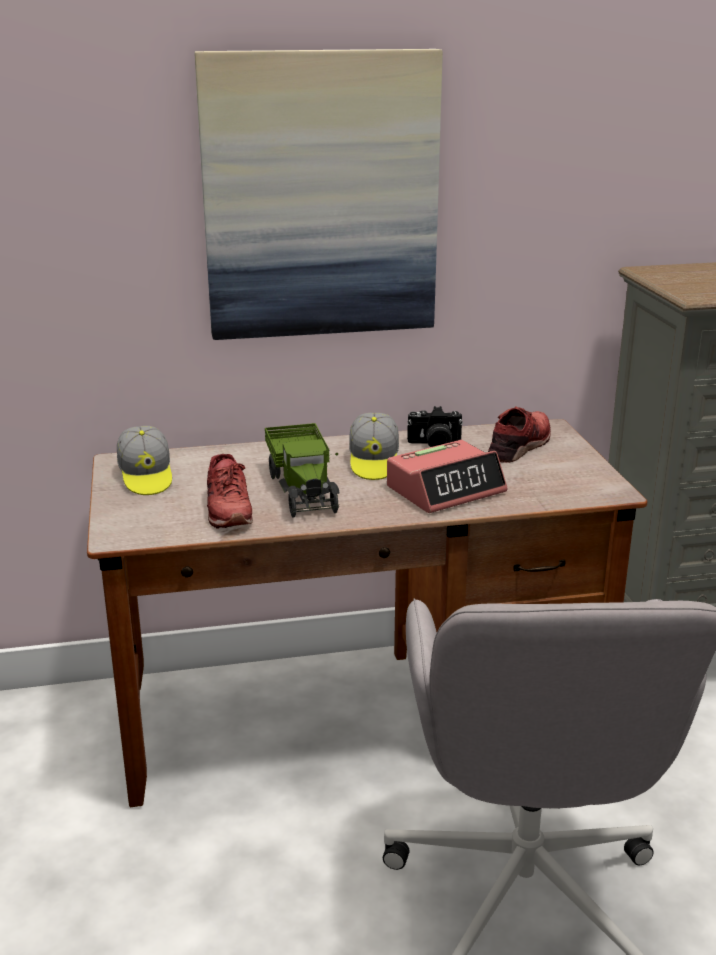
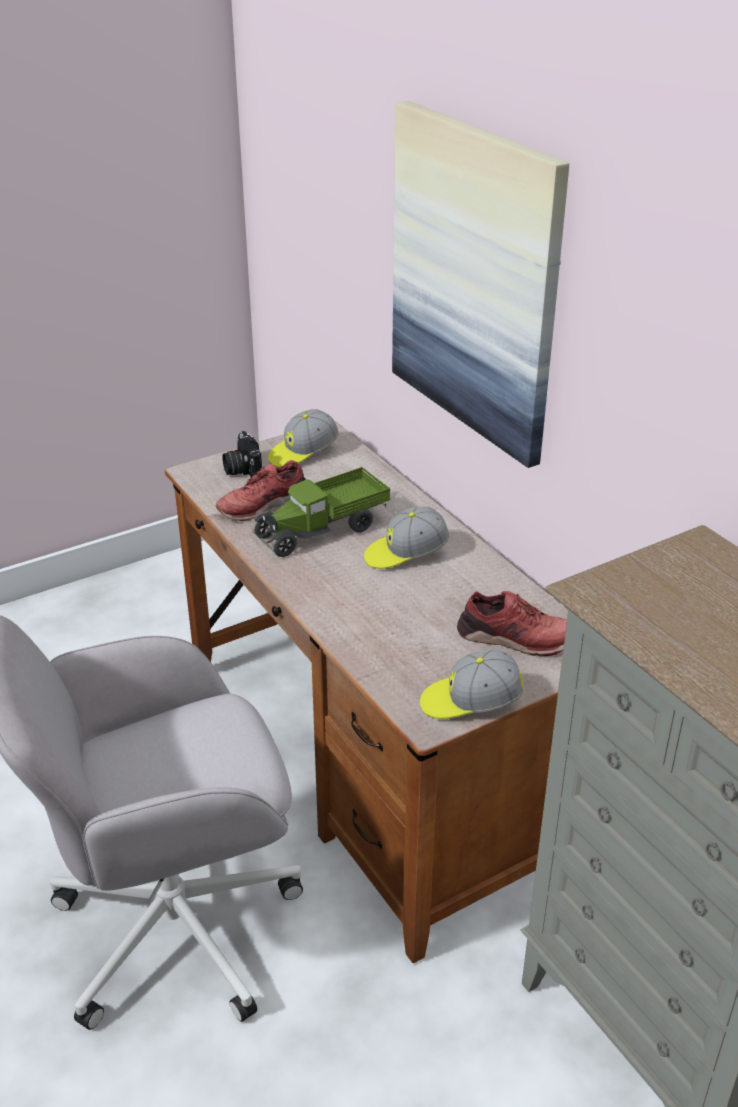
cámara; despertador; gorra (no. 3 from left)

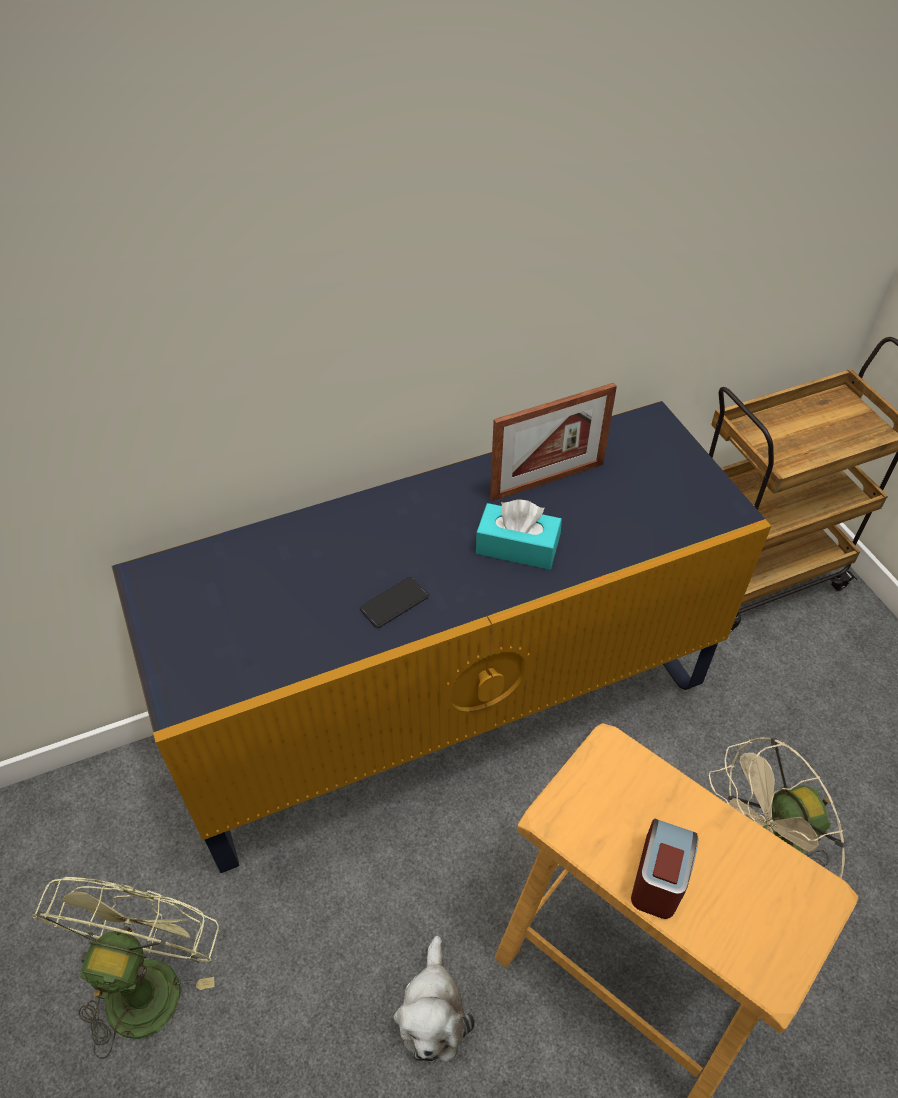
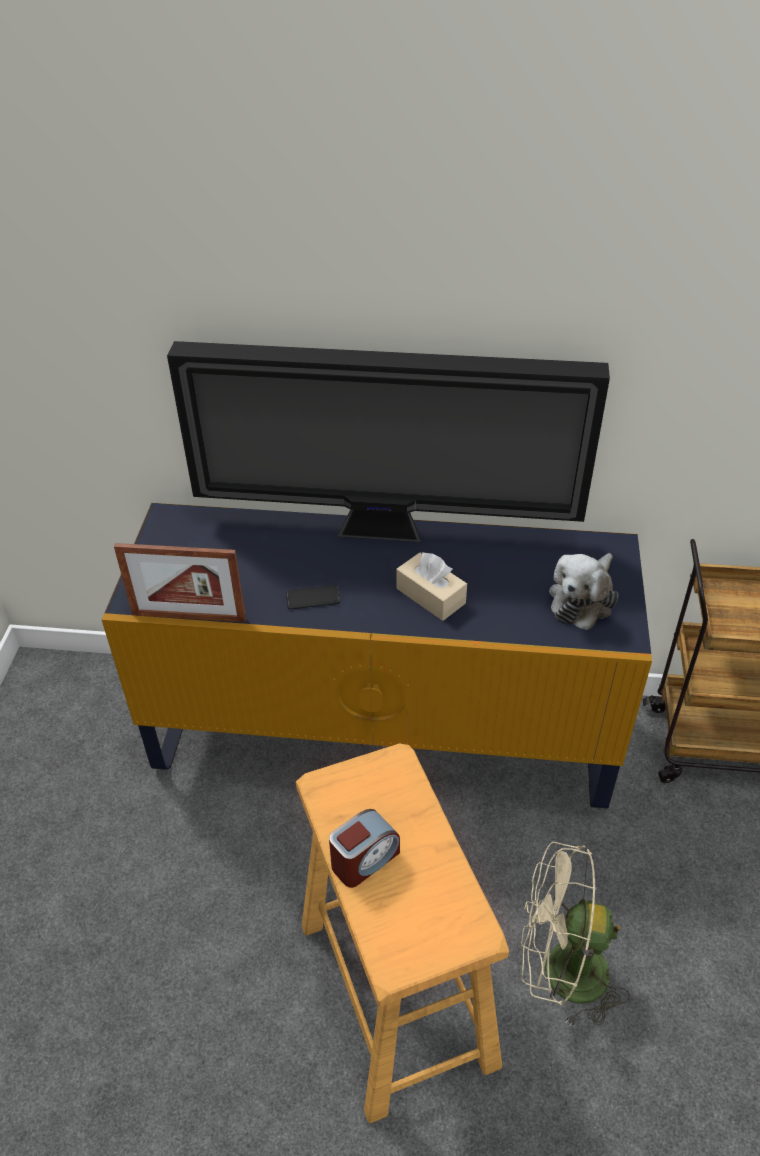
portarretratos; caja de pañuelos (beis); ventilador (verde); peluche; televisor

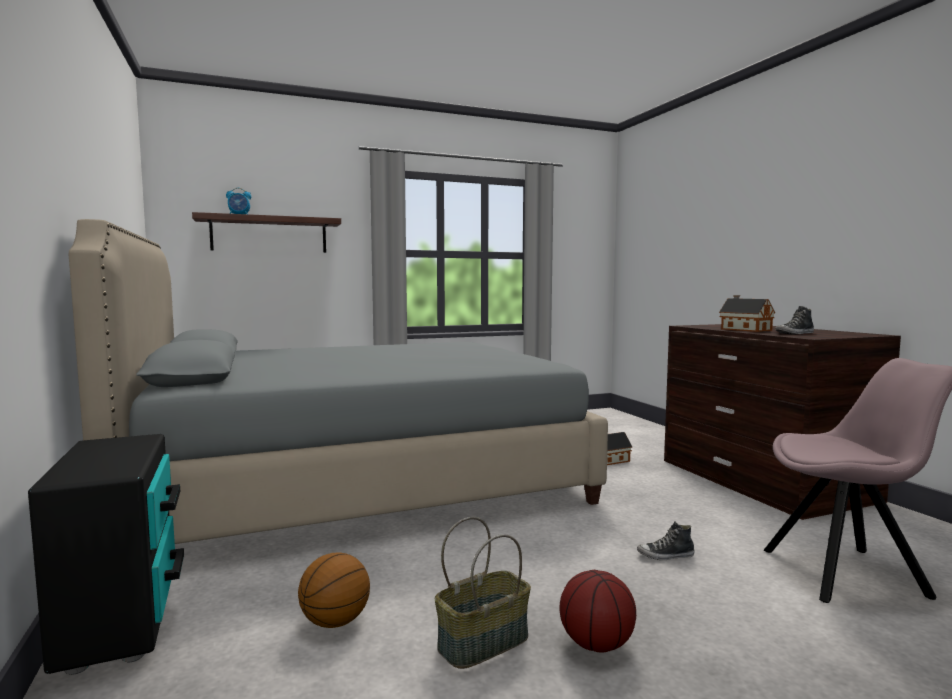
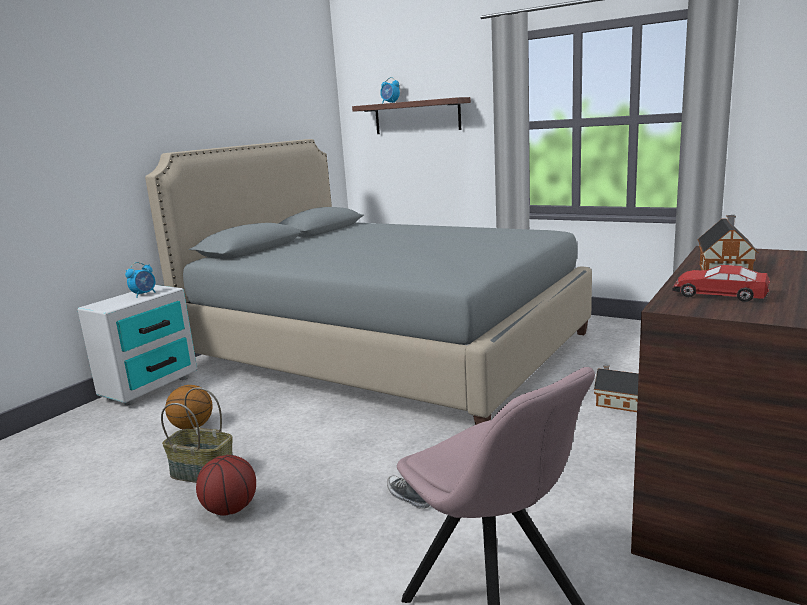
coche de juguete; mesita de noche (blanco); despertador (no. 1 from left)

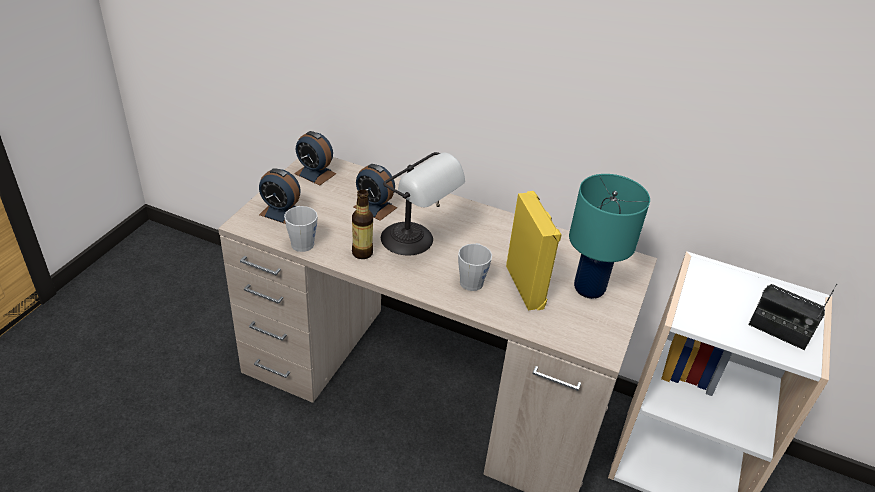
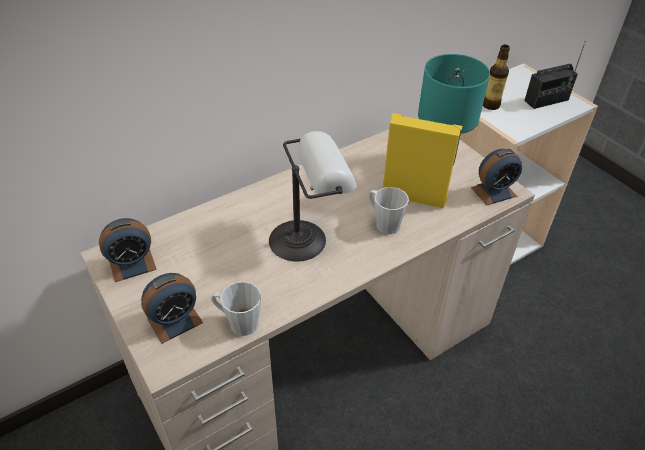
despertador (no. 3 from left); botella

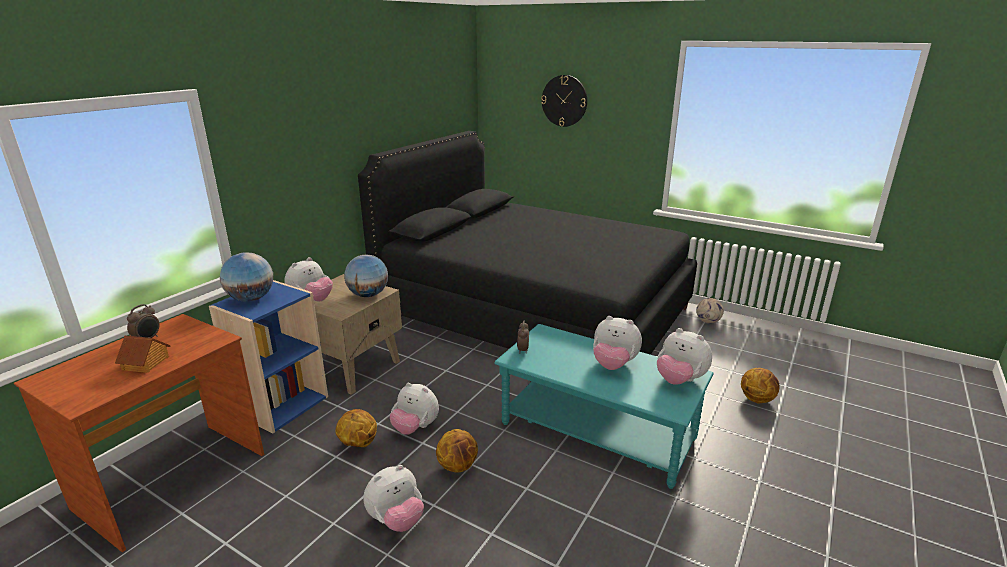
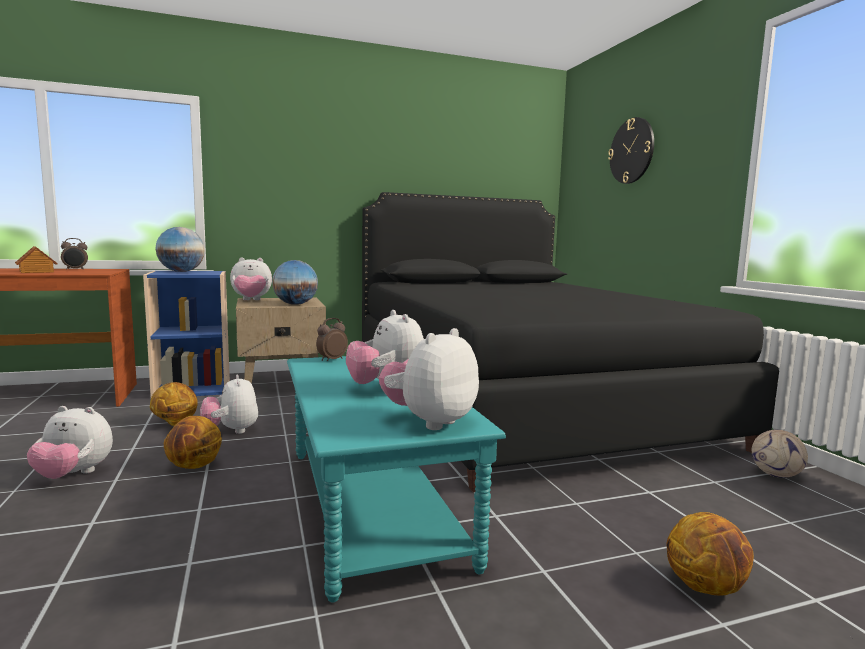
peluche (no. 5 from left)

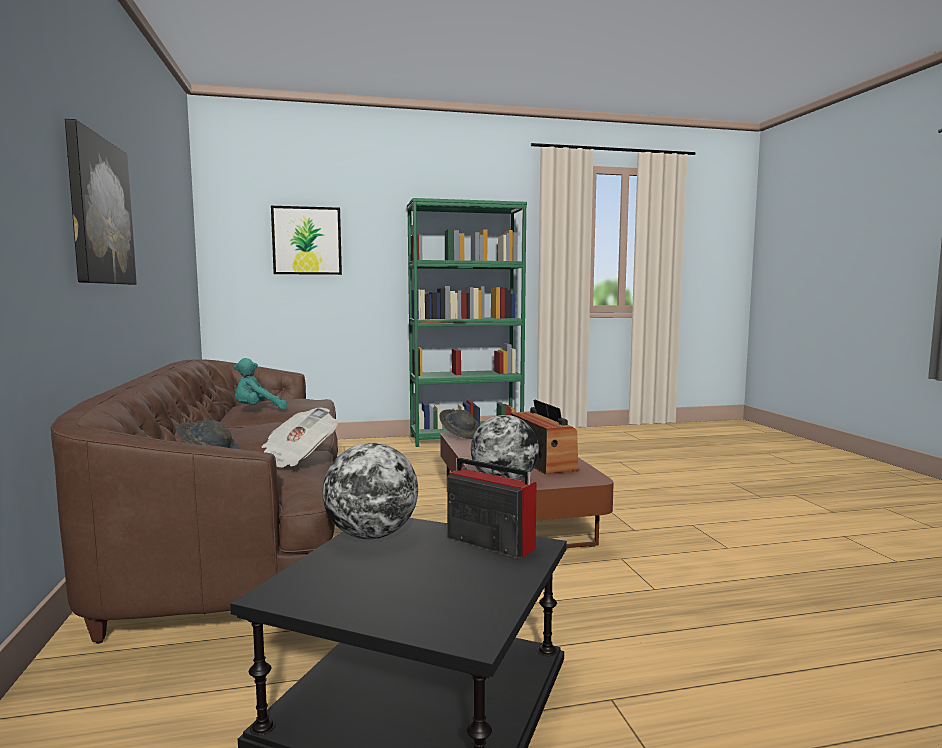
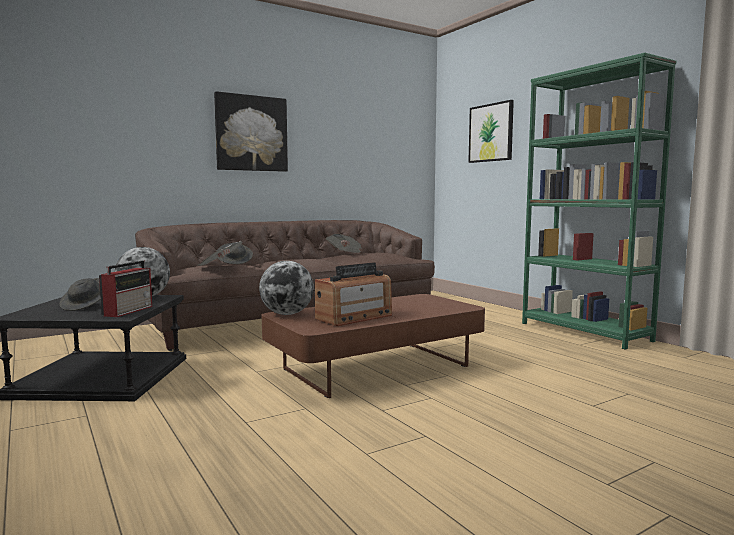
periódico (no. 2 from left); sombrero (gris) (no. 1 from left)

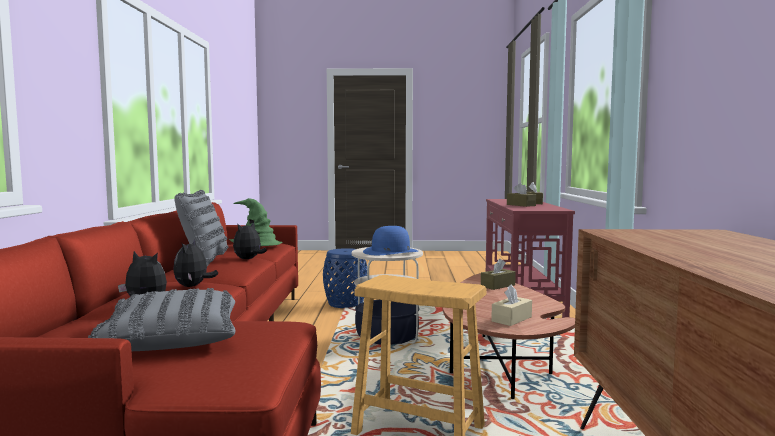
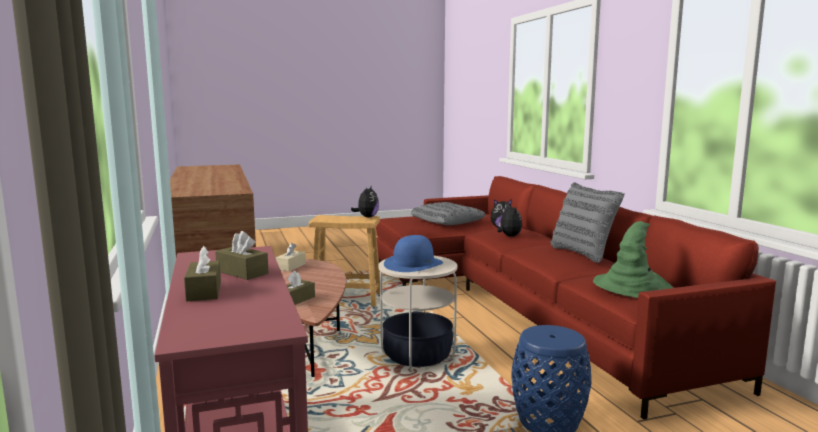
peluche (no. 1 from left)

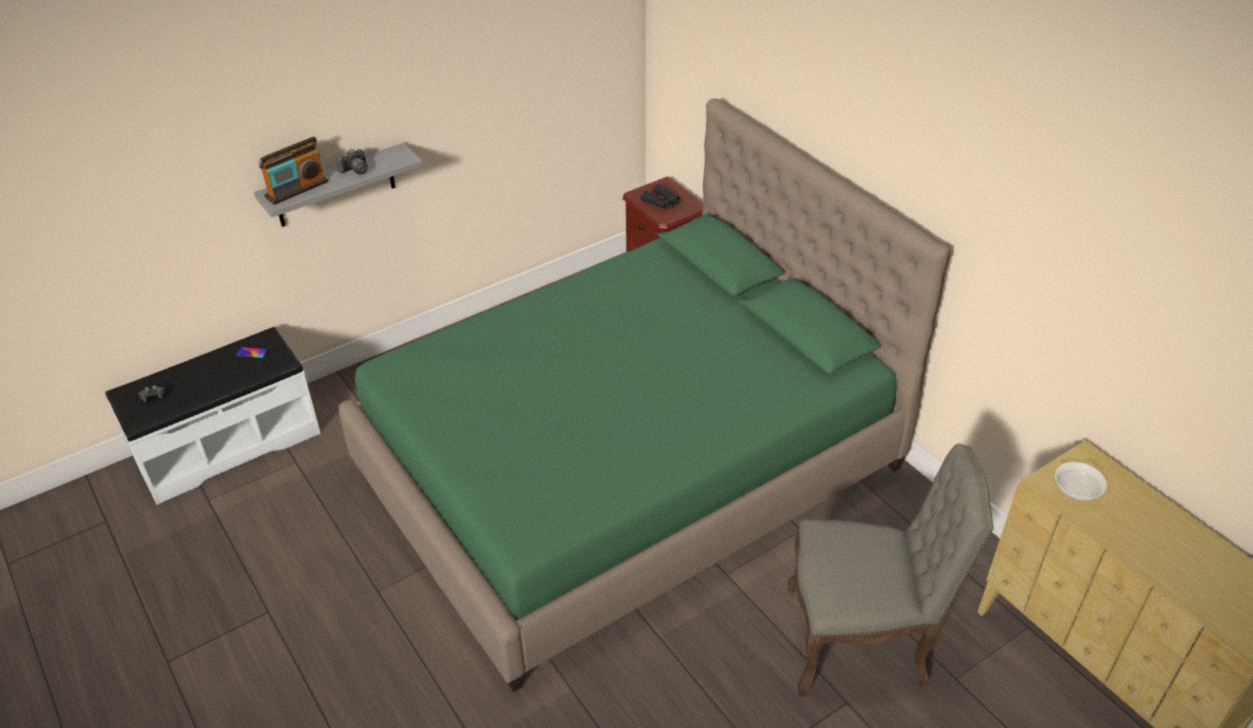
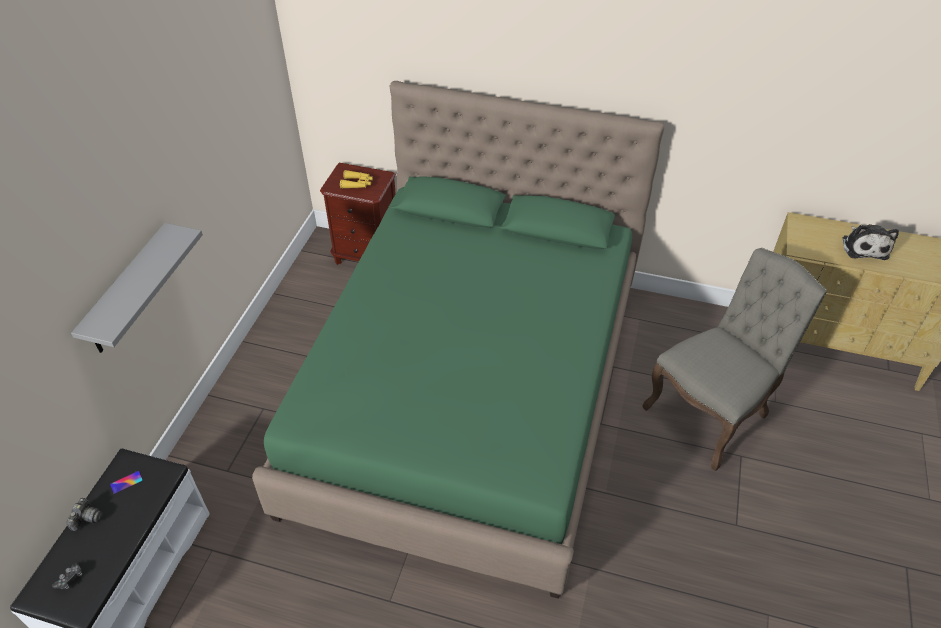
radio; cámara; prismáticos (amarillo); cuenco; peluche

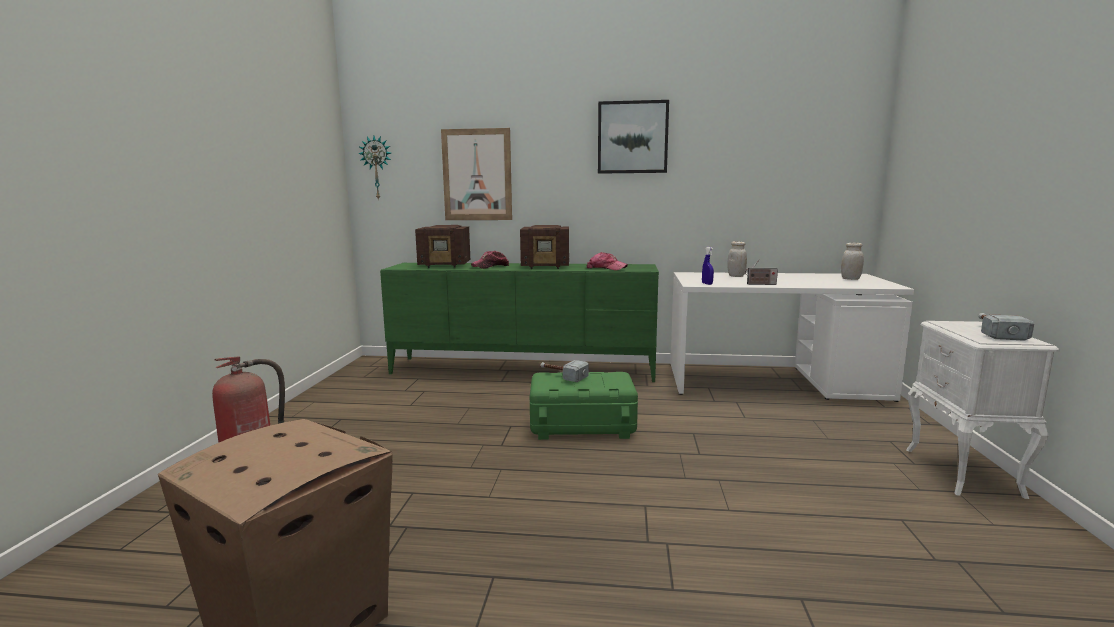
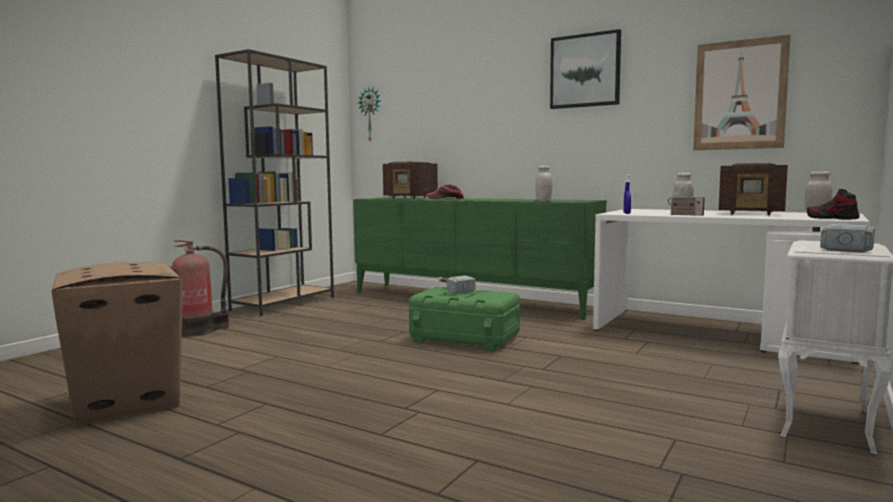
cuadro (no. 2 from left); radio (no. 3 from left); tarro (blanco) (no. 1 from left); estantería; zapato

